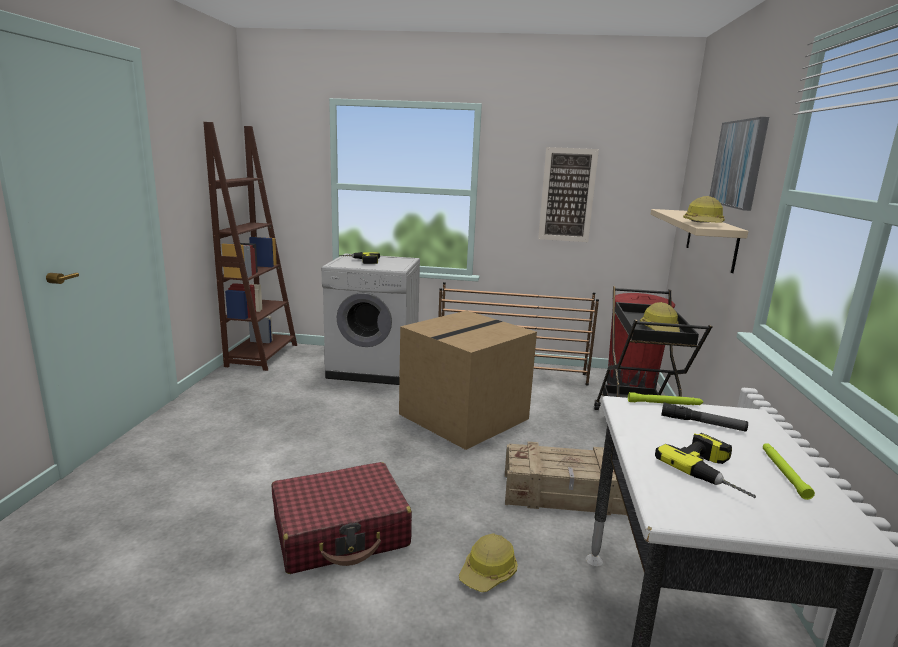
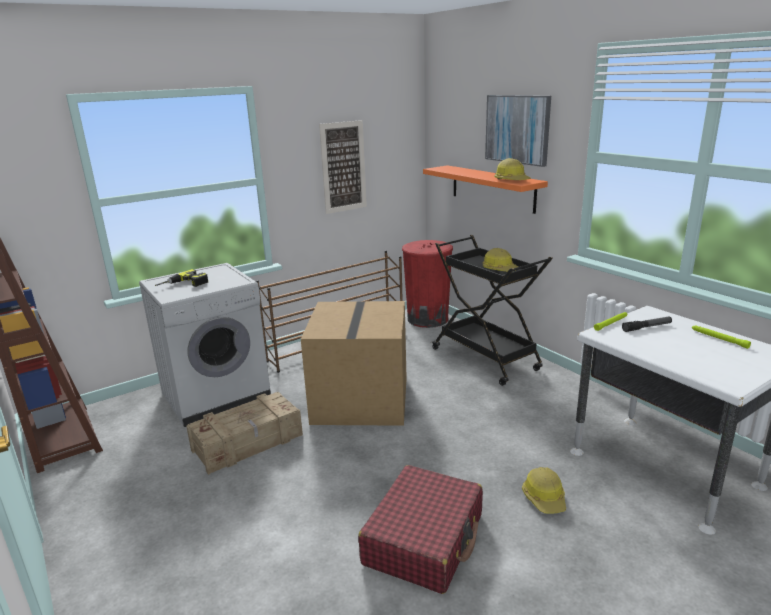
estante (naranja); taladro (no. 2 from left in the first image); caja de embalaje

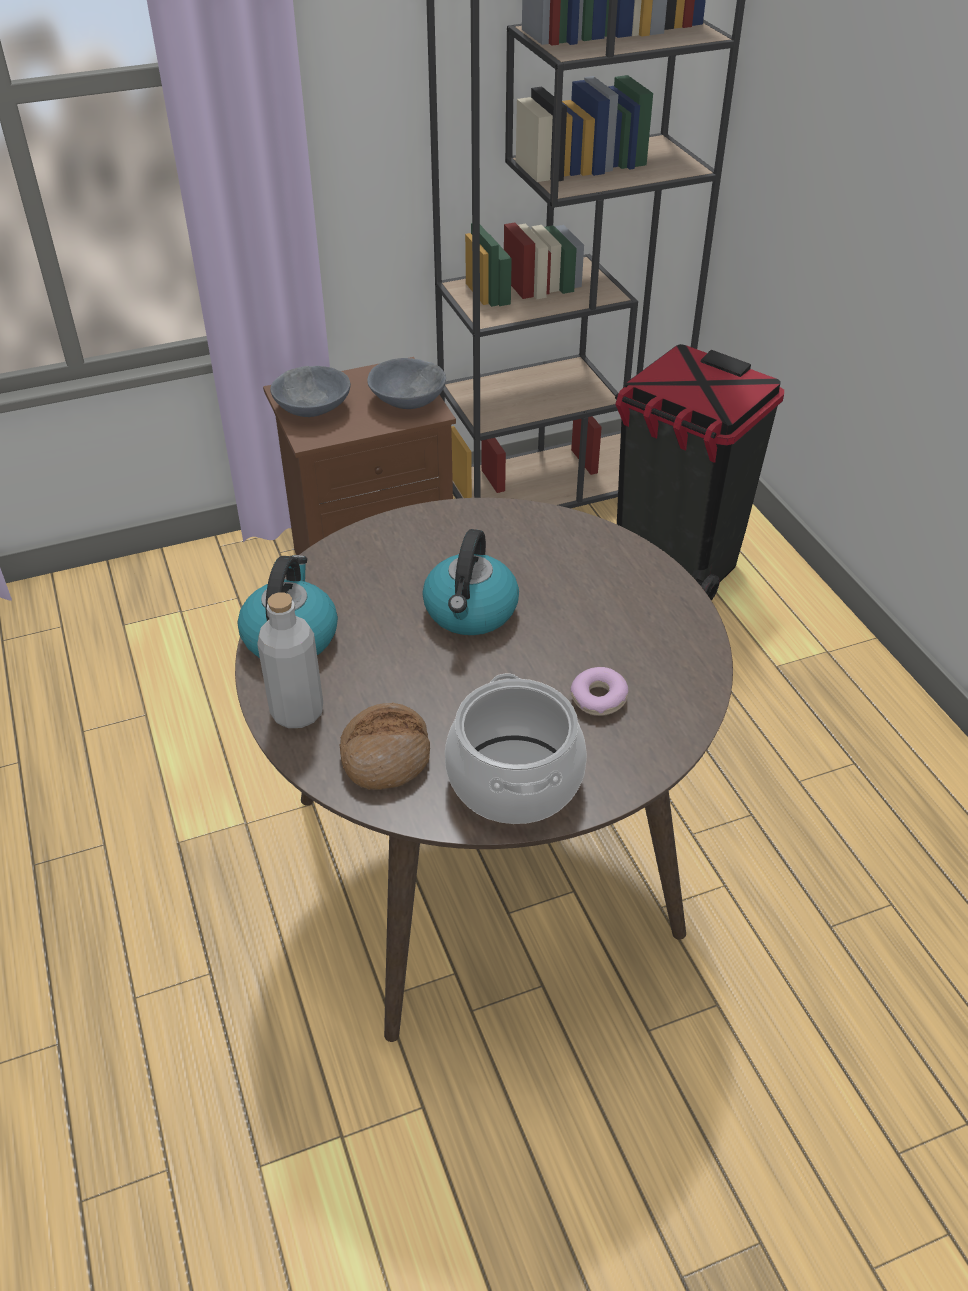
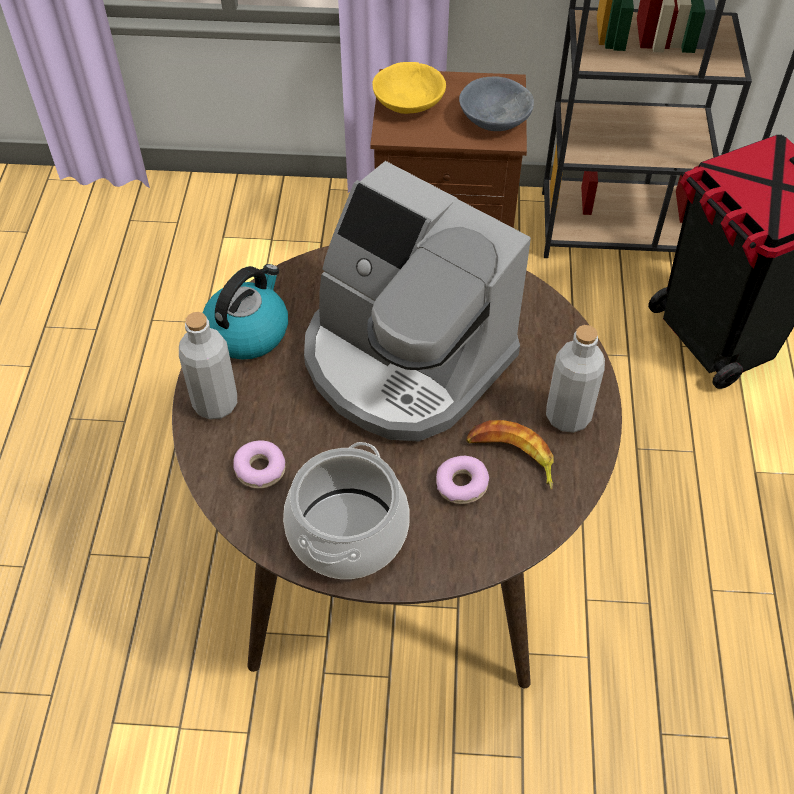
cuenco (amarillo); cafetera; rosquilla (no. 1 from left); botella (gris) (no. 2 from left); plátano

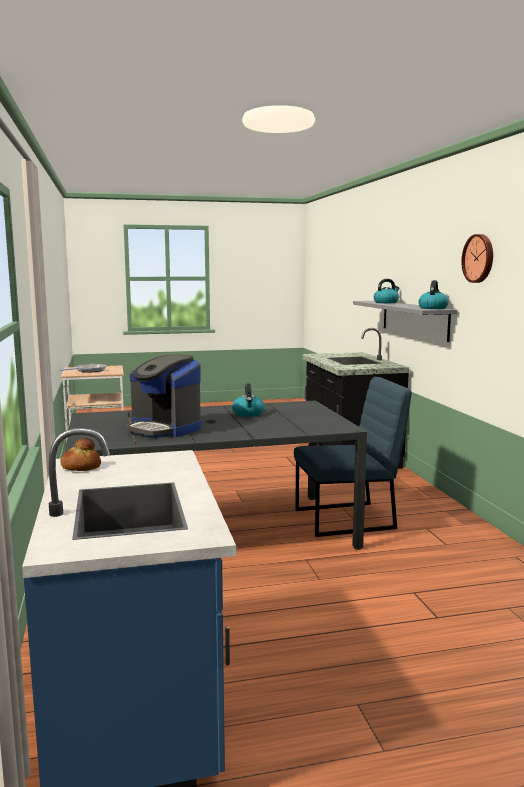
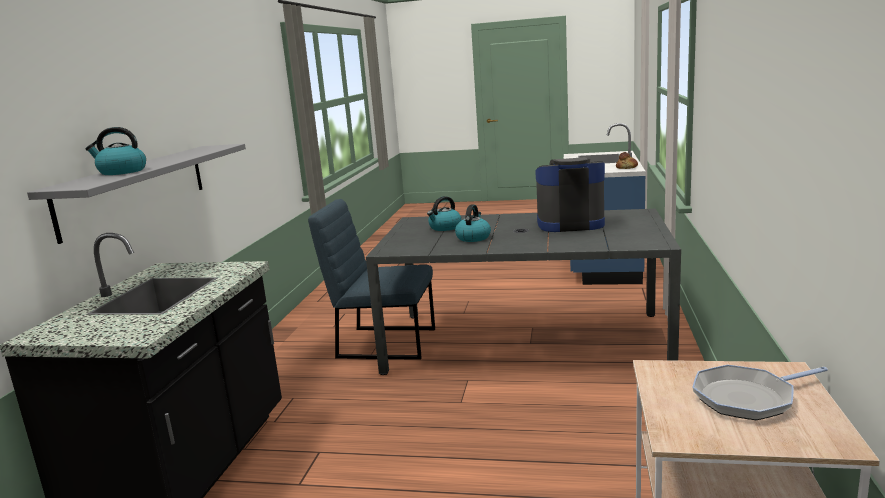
reloj de pared; hervidor (no. 2 from left); cafetera

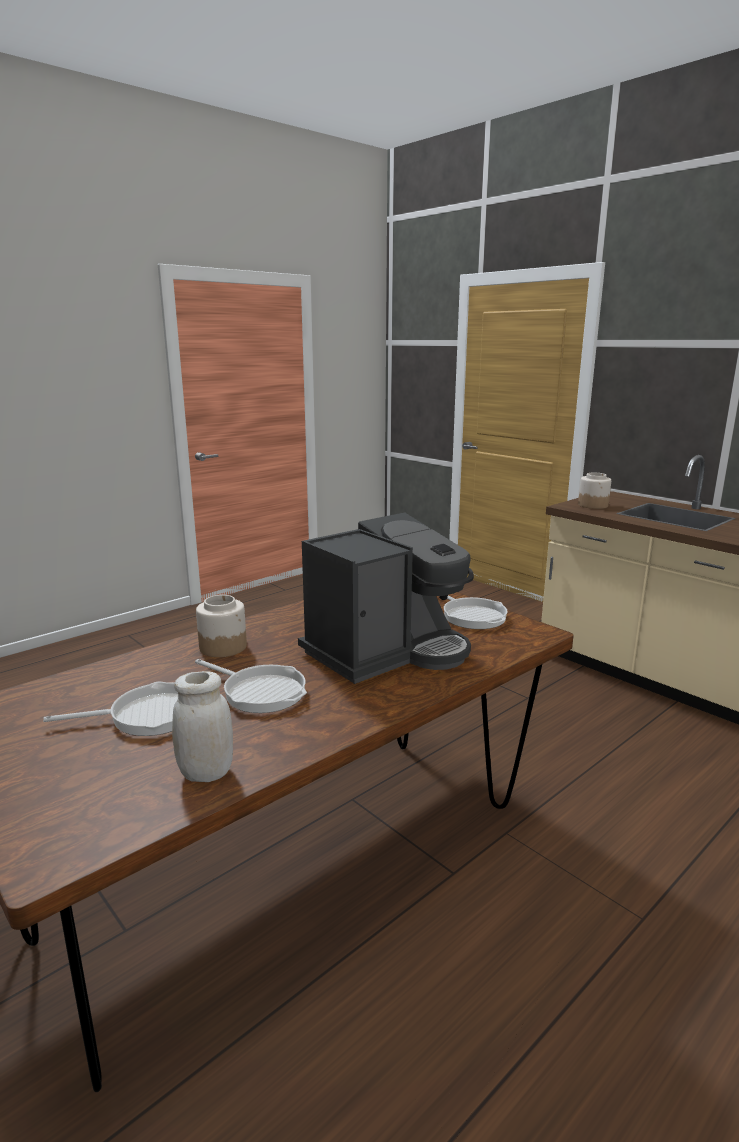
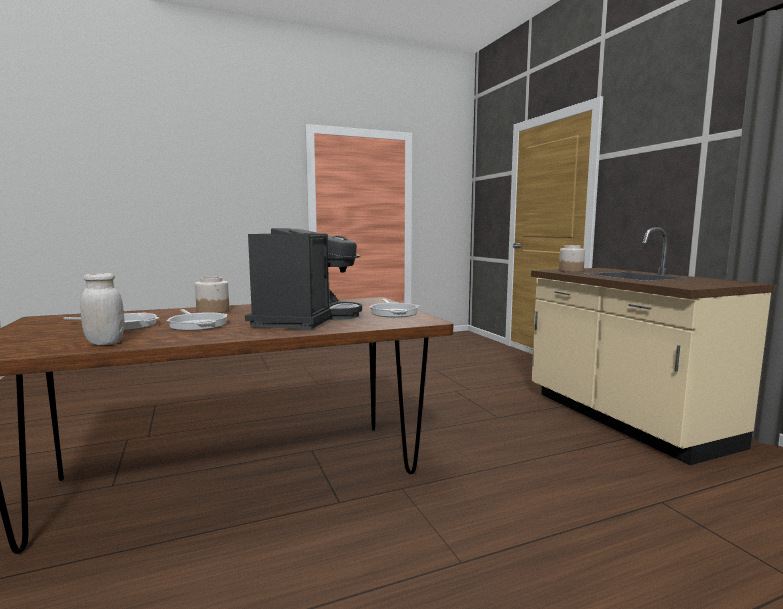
cafetera

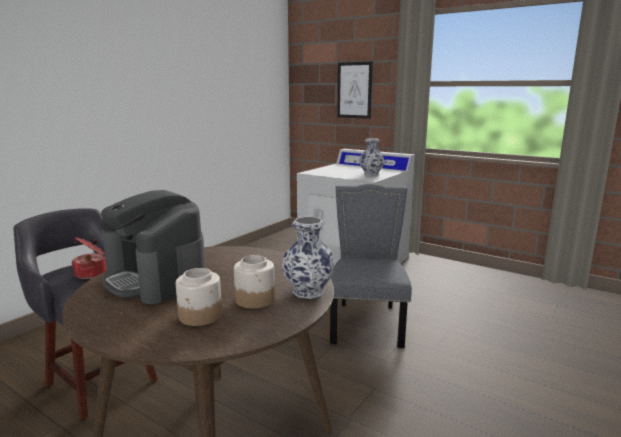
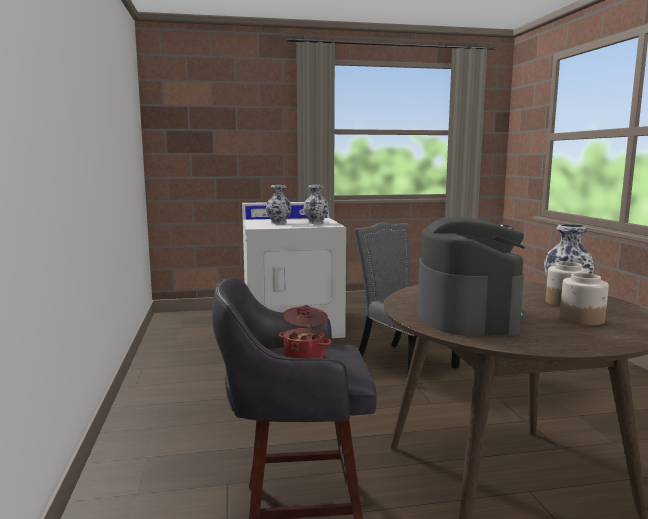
cuadro; cafetera; florero (no. 1 from left)

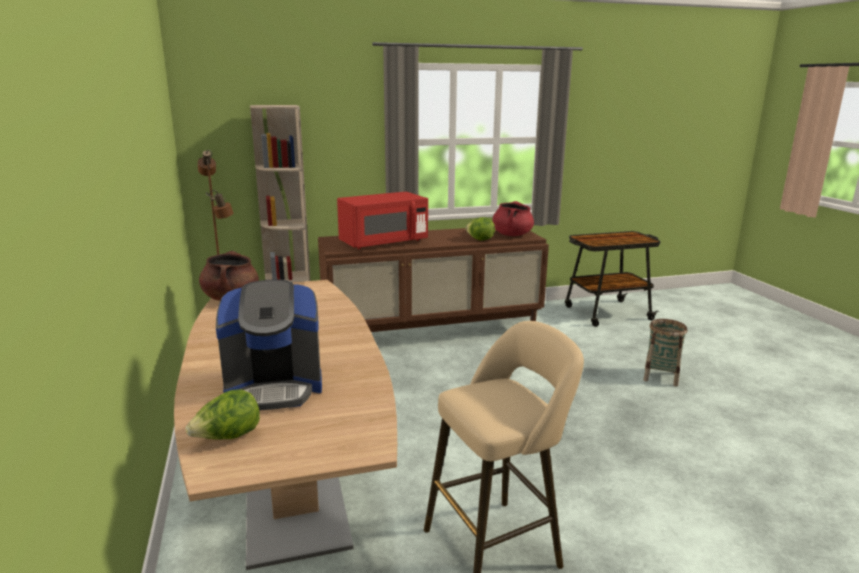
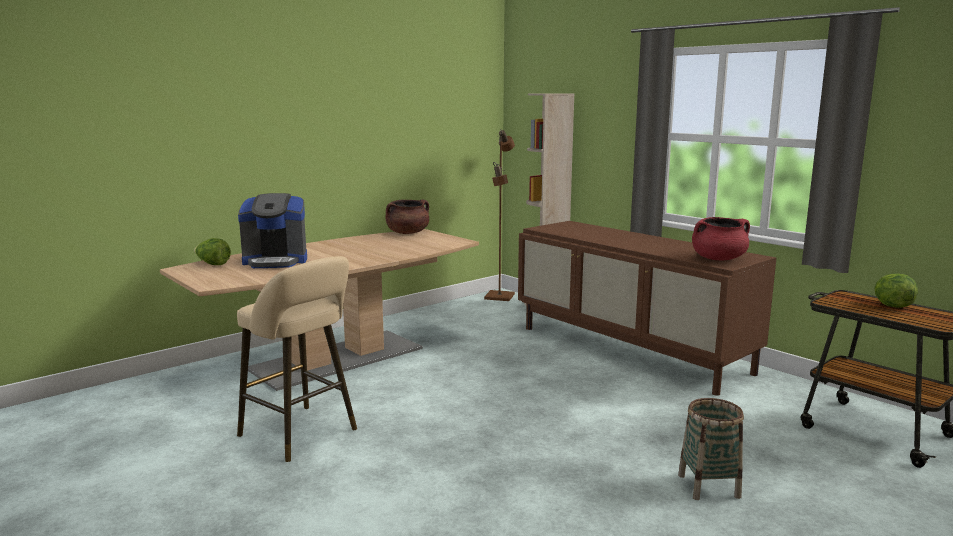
microondas (rojo); lechuga (no. 2 from left); cafetera

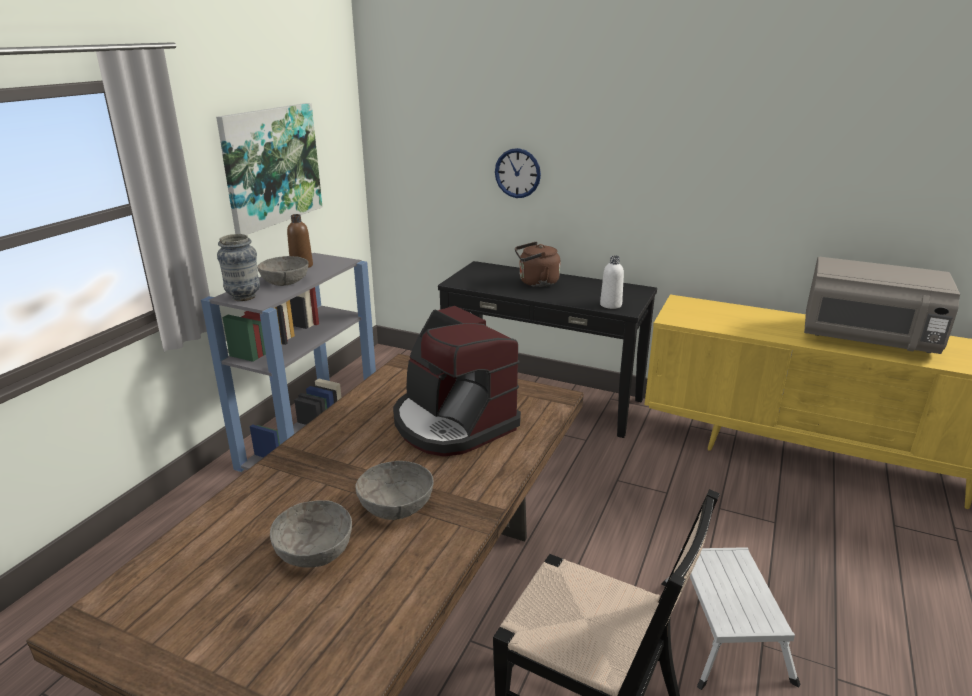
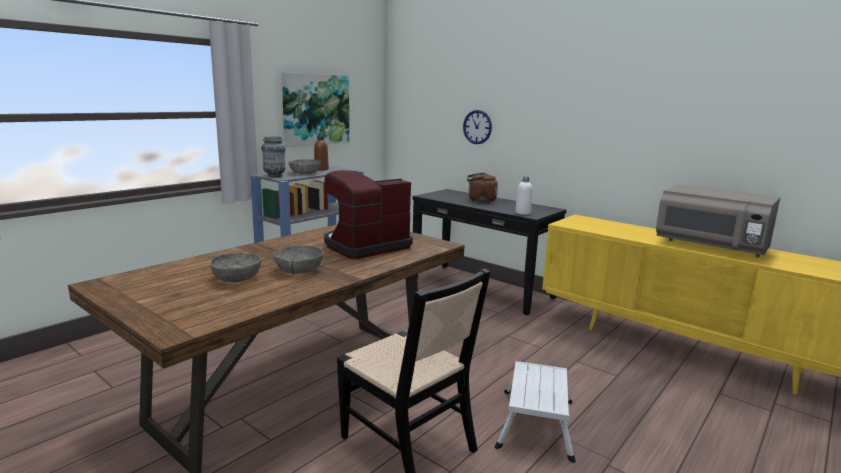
cafetera

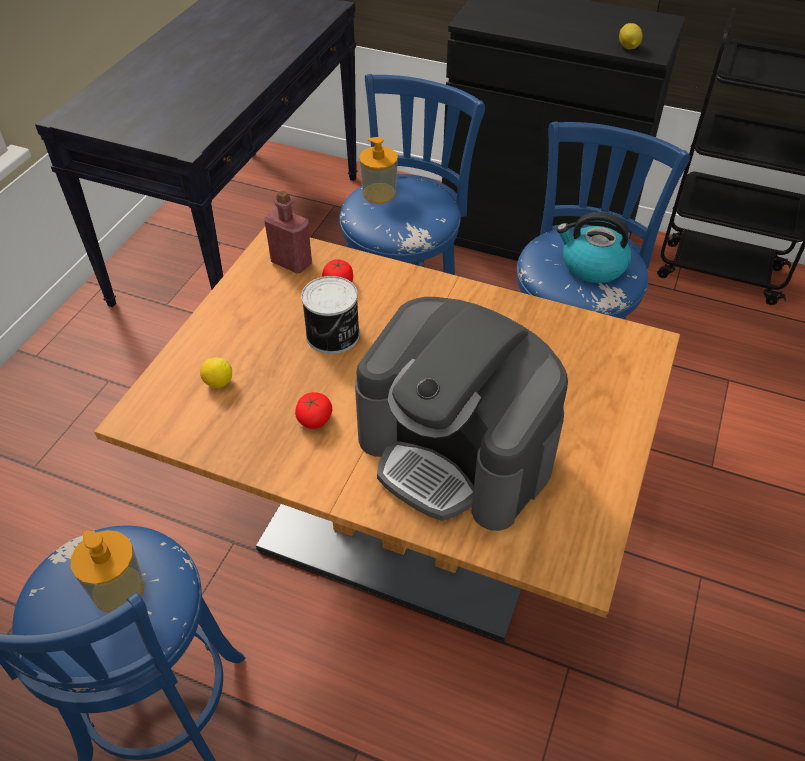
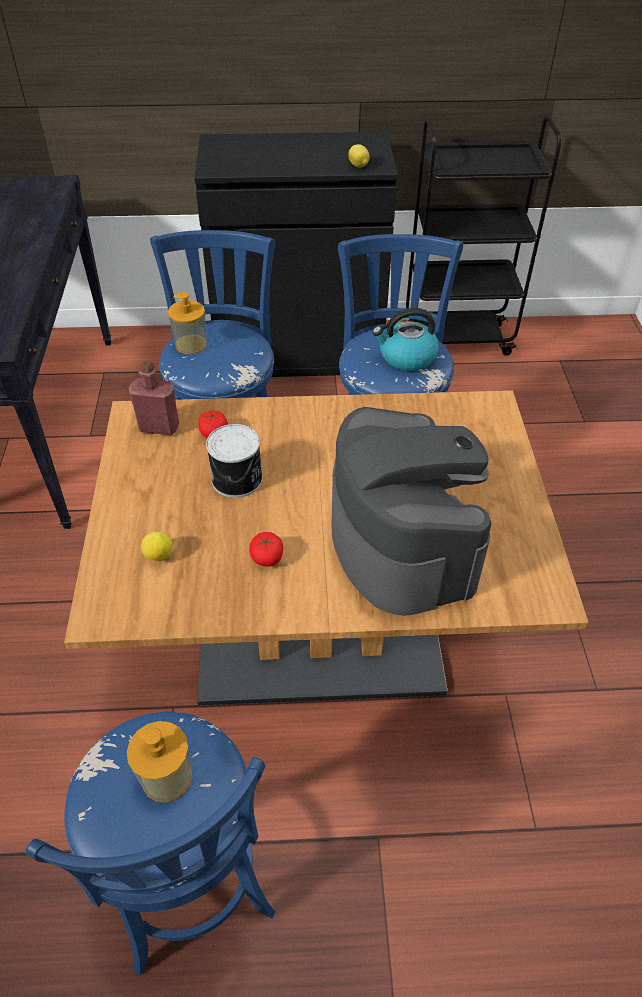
cafetera

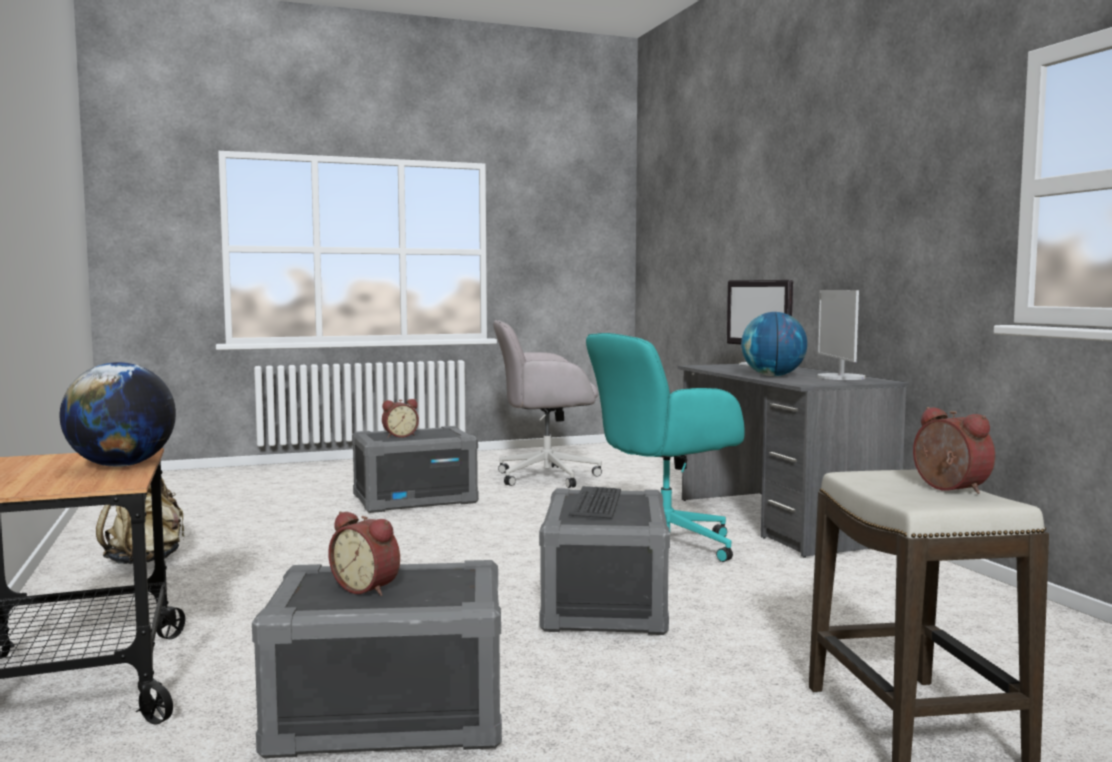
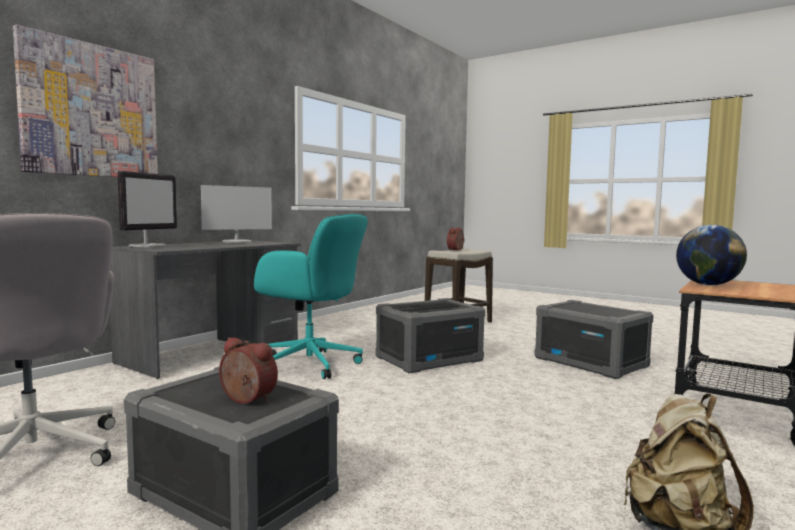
globo terráqueo (no. 2 from left in the first image); despertador (no. 1 from left in the first image); cuadro

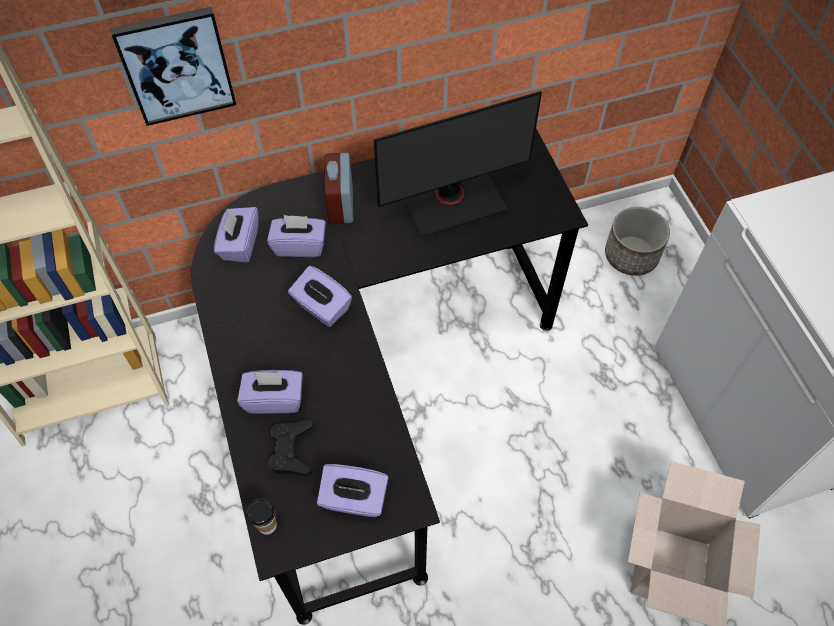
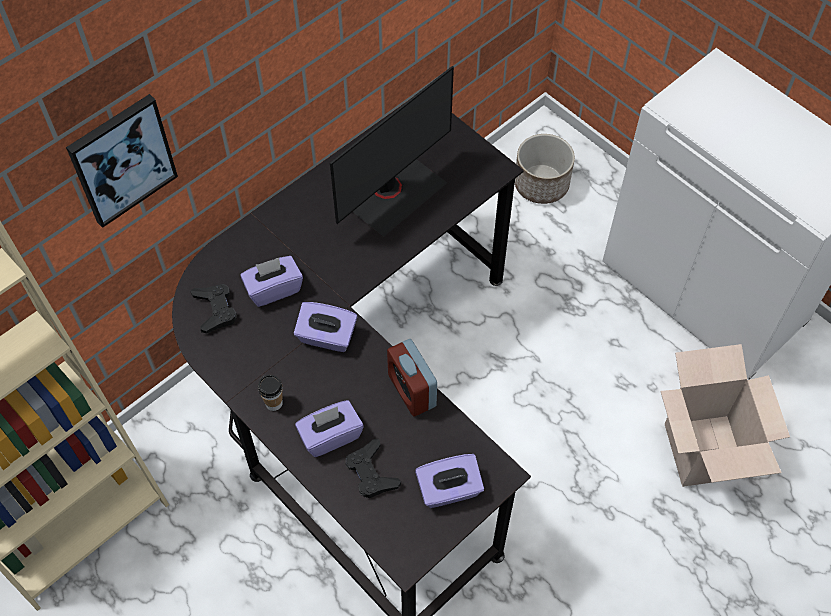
despertador; mando de consola (negro) (no. 1 from left); taza

